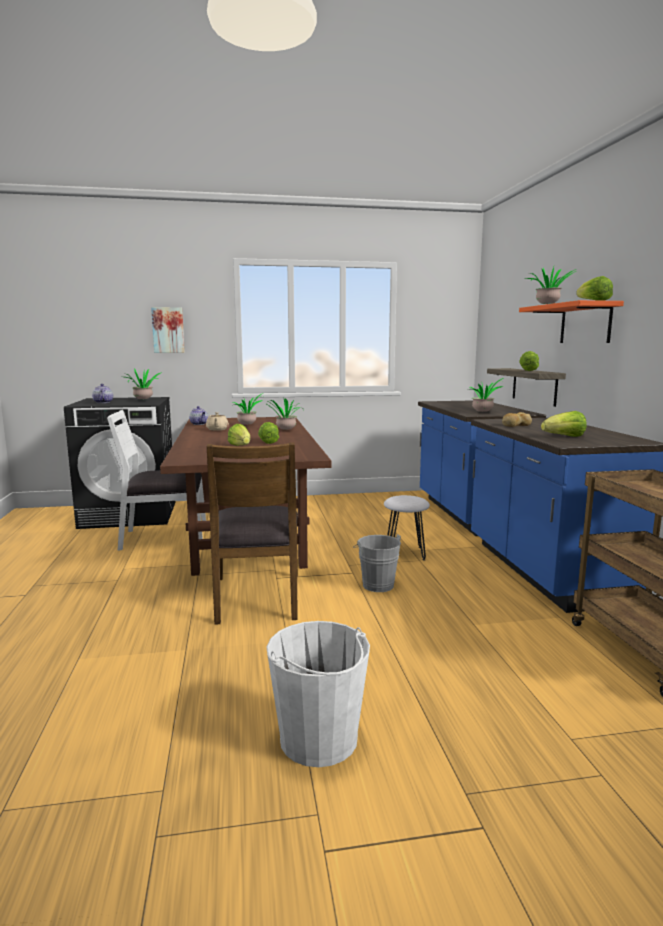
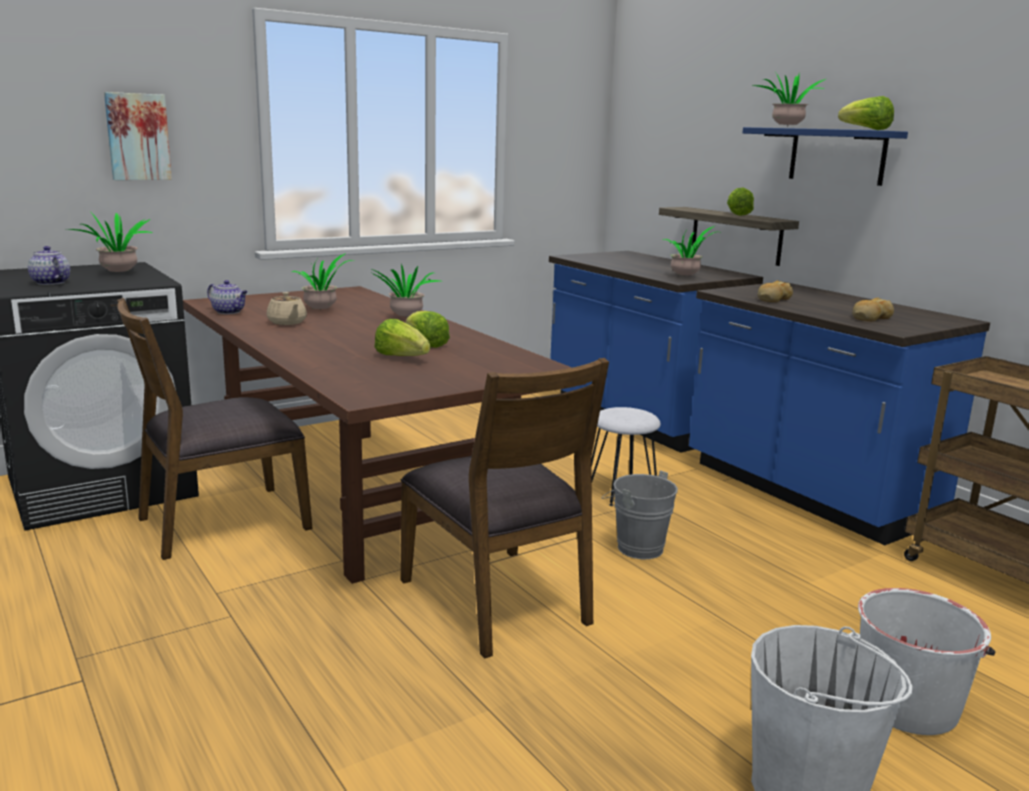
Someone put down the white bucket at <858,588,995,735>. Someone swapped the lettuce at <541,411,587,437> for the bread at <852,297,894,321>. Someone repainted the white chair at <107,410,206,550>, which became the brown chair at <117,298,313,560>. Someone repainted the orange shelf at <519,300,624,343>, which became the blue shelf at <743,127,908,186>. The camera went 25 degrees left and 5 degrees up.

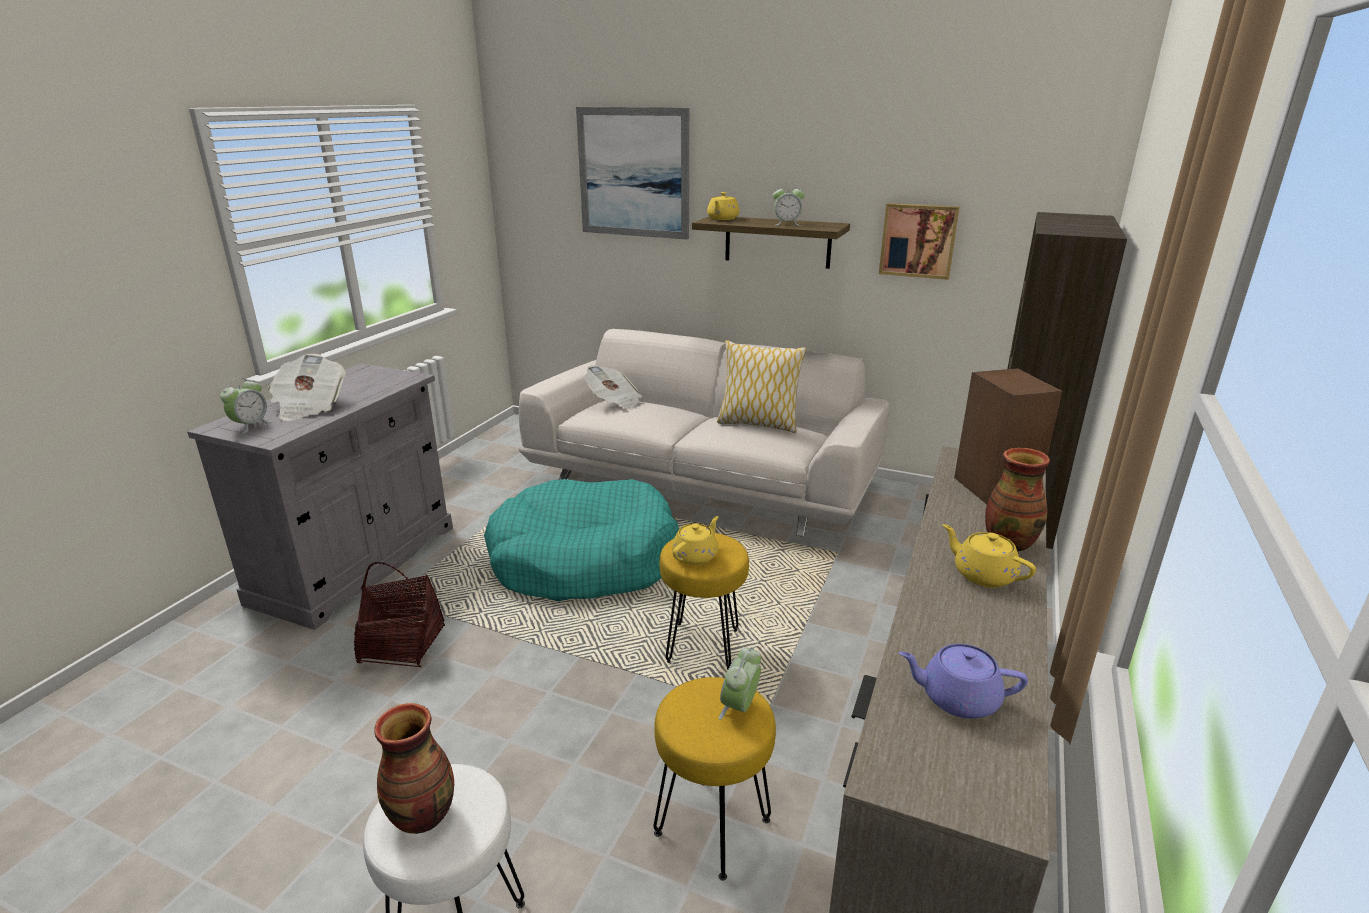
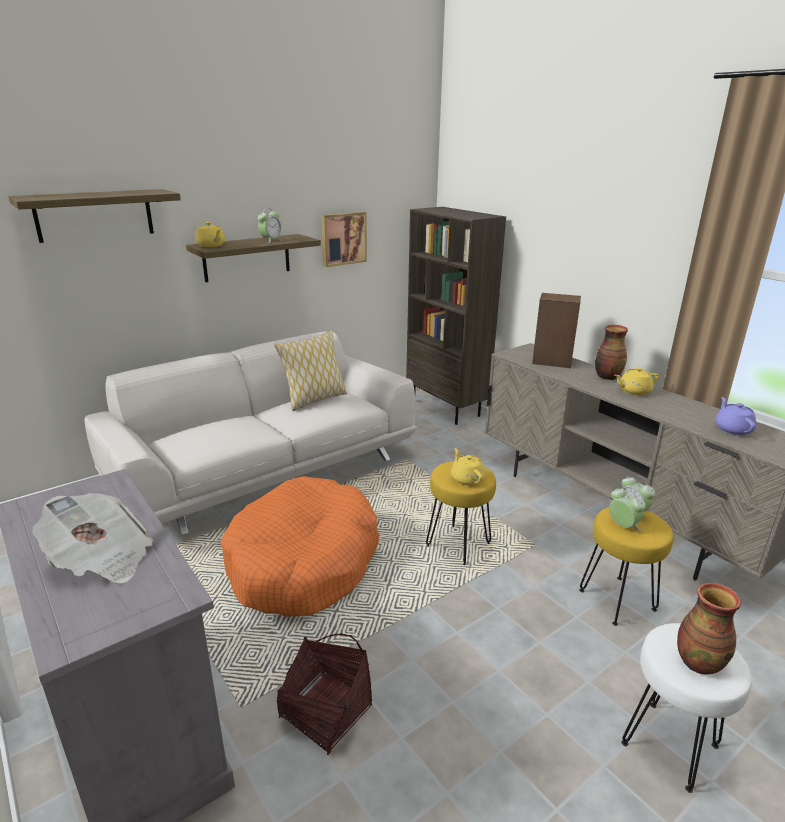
Someone took away the newspaper at <584,365,642,410>. Someone carried the alarm clock from <220,377,272,434> to <609,488,646,531>. Someone swapped the picture at <576,107,689,240> for the shelf at <8,189,181,243>. Someone repainted the turquoise dog bed at <484,479,679,601>, which became the orange dog bed at <221,476,379,617>. Someone rotated the purple teapot at <899,644,1028,718> by 135 degrees clockwise. The camera went 60 degrees left and 0 degrees up.

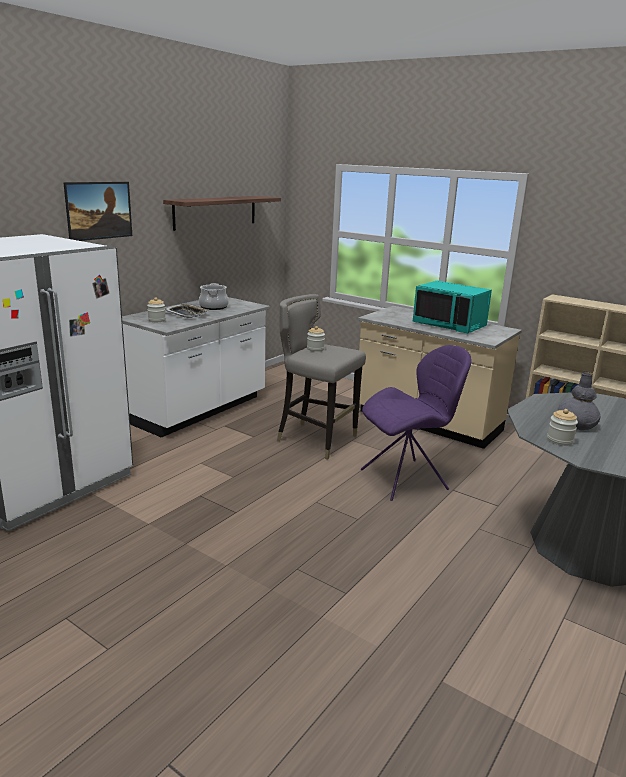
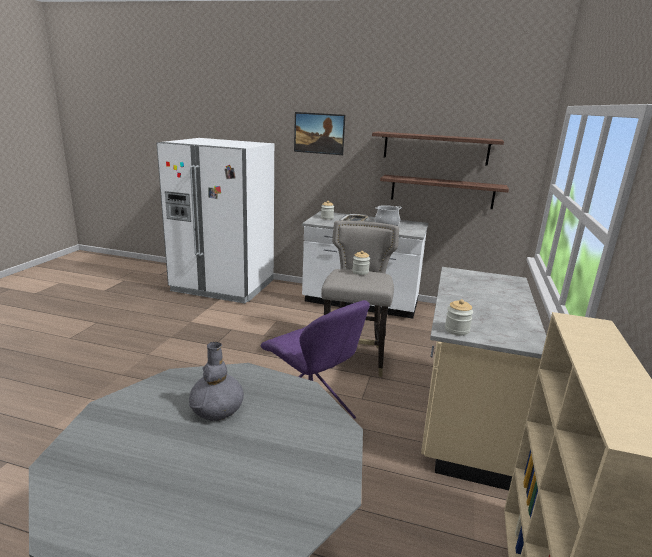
Someone took away the turquoise microwave at <413,281,492,333>. Someone put up the shelf at <380,175,509,209>. Someone carried the jar from <547,409,578,446> to <445,299,473,336>. The camera went 70 degrees right and 0 degrees up.

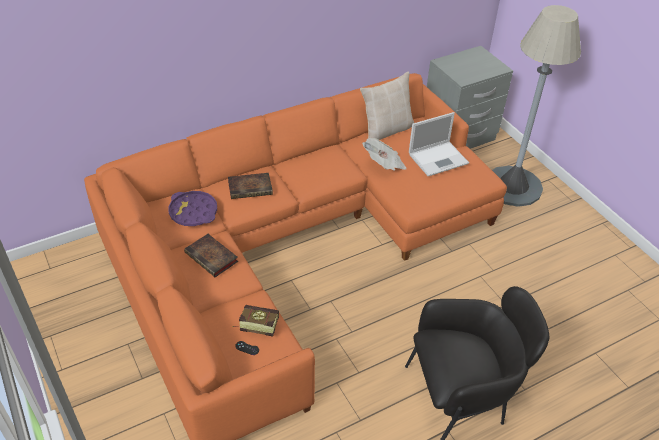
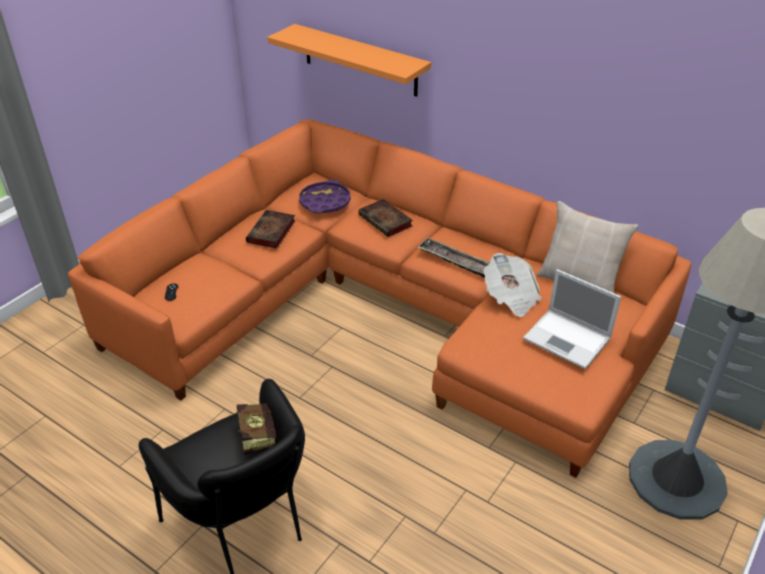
Someone put up the orange shelf at <267,24,431,97>. Someone put down the tray at <417,238,490,278>. Someone carried the book from <233,305,279,337> to <236,403,277,455>. The camera went 65 degrees right and 5 degrees down.

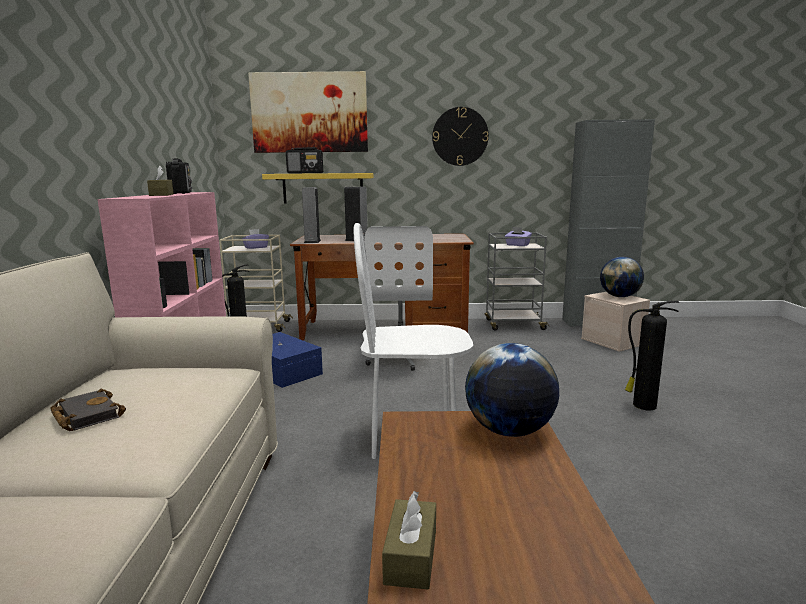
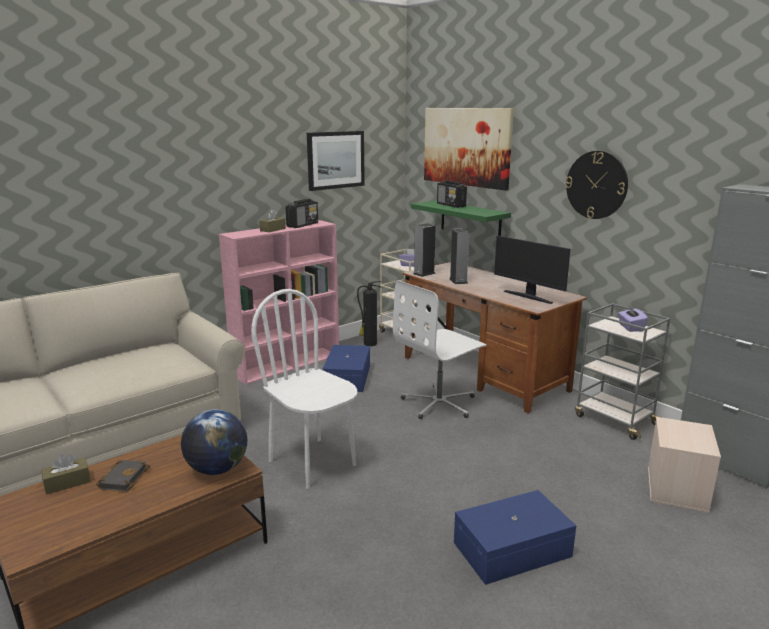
Someone took away the globe at <600,257,644,297>. Someone put up the picture at <307,131,365,191>. Someone put down the monitor at <494,236,570,304>. Someone carried the black book from <50,389,126,431> to <96,460,150,491>. Someone swapped the fire extinguisher at <625,301,679,411> for the blue storage box at <454,490,576,585>. Someone repainted the yellow shelf at <262,173,374,204>, which became the green shelf at <411,200,511,236>. The camera went 50 degrees right and 5 degrees up.

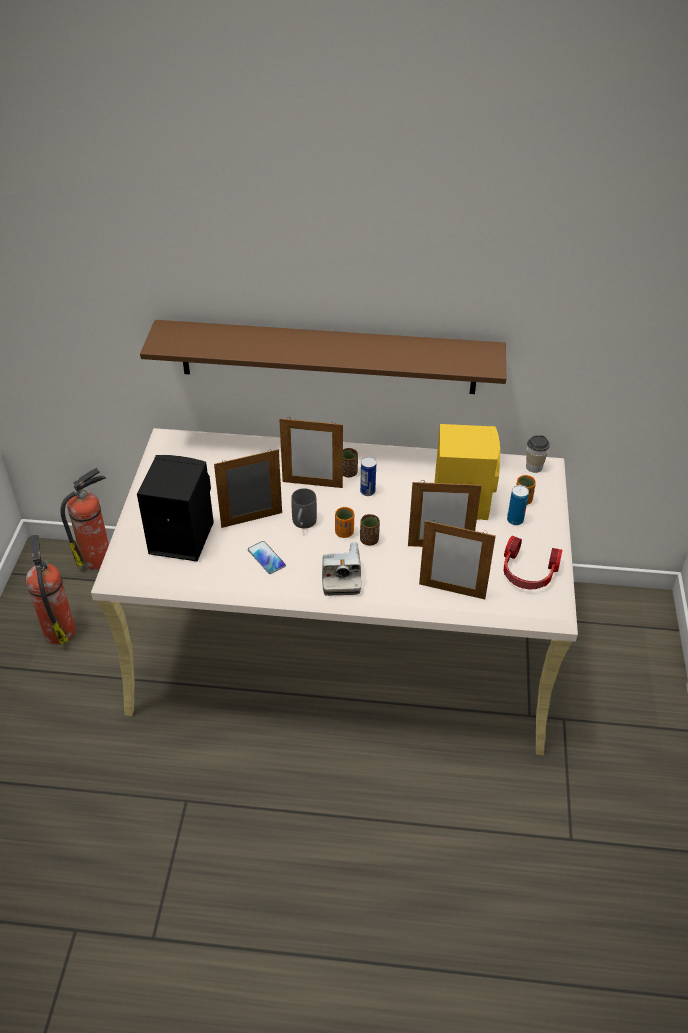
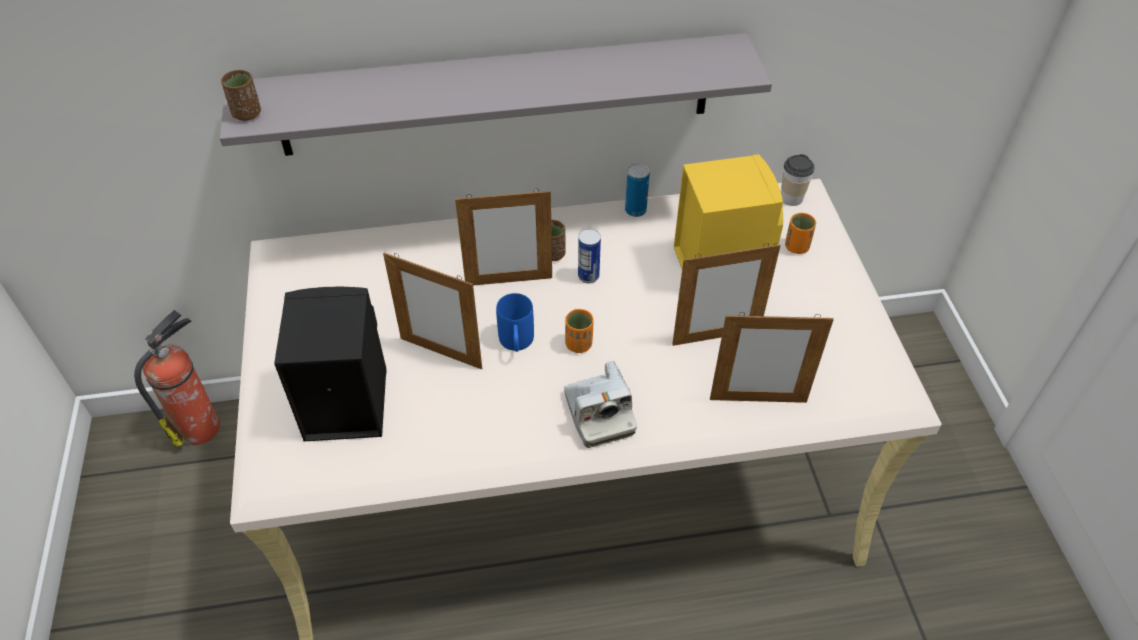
Someone took away the fire extinguisher at <26,534,76,644>. Someone took away the phone at <248,541,286,574>. Someone took away the headphones at <504,536,562,589>. Someone carried the brown cup from <360,514,380,545> to <221,70,261,121>. Someone carried the can from <507,485,529,525> to <625,163,650,217>. Someone repainted the brown shelf at <140,320,506,394>, which became the grey shelf at <220,33,772,156>. Someone repainted the grey mug at <291,488,317,529>, which became the blue mug at <496,293,534,352>. Someone rotated the picture frame at <214,449,282,528> by 120 degrees counterclockwise. The camera went 15 degrees left and 5 degrees up.

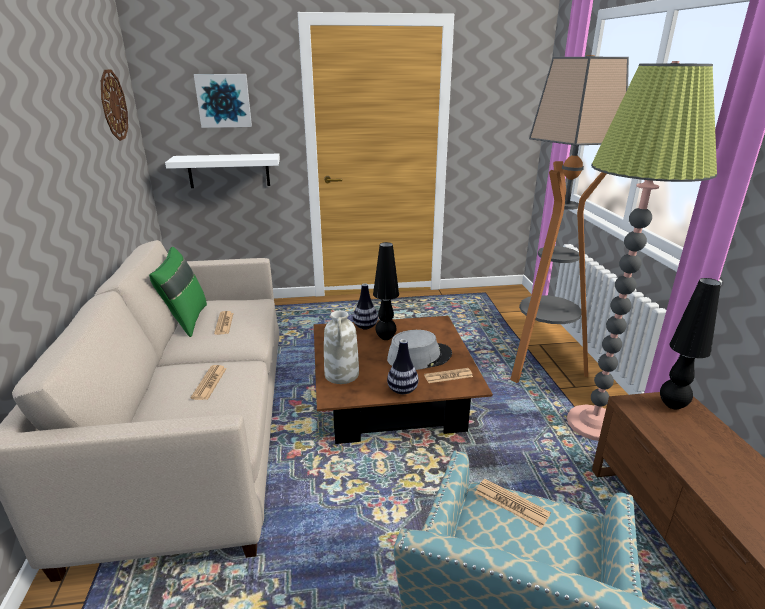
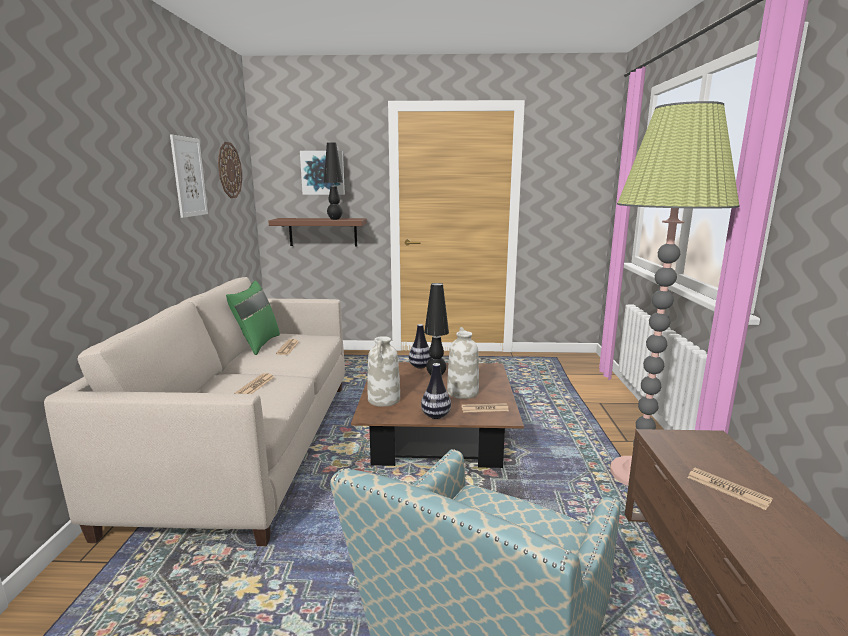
Someone took away the floor lamp at <510,55,629,383>. Someone put up the picture at <170,135,208,218>. Someone carried the newspaper from <475,479,551,529> to <687,468,773,510>. Someone carried the black table lamp from <660,278,721,410> to <324,142,343,220>. Someone swapped the grey hat at <387,330,452,370> for the white vase at <447,327,479,399>. Someone repainted the white shelf at <165,154,280,188>, which became the brown shelf at <268,218,367,246>. The camera went 10 degrees right and 10 degrees down.

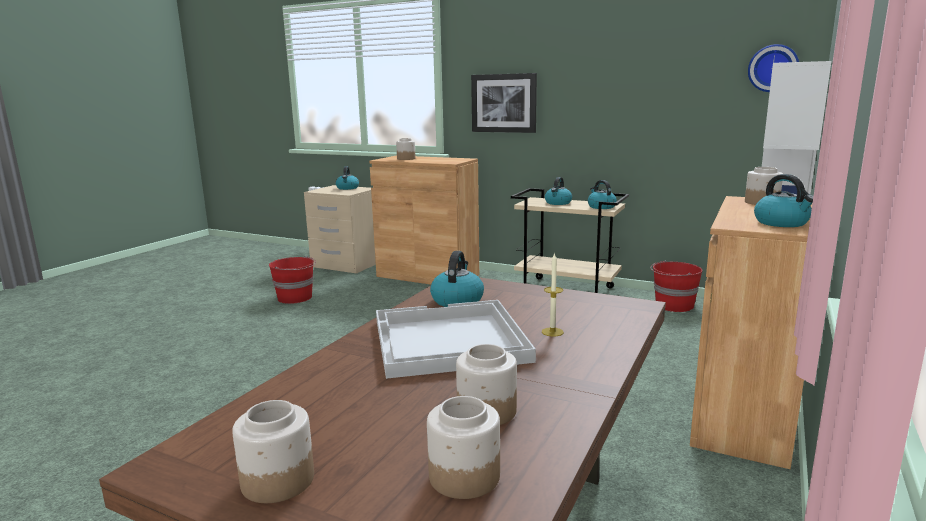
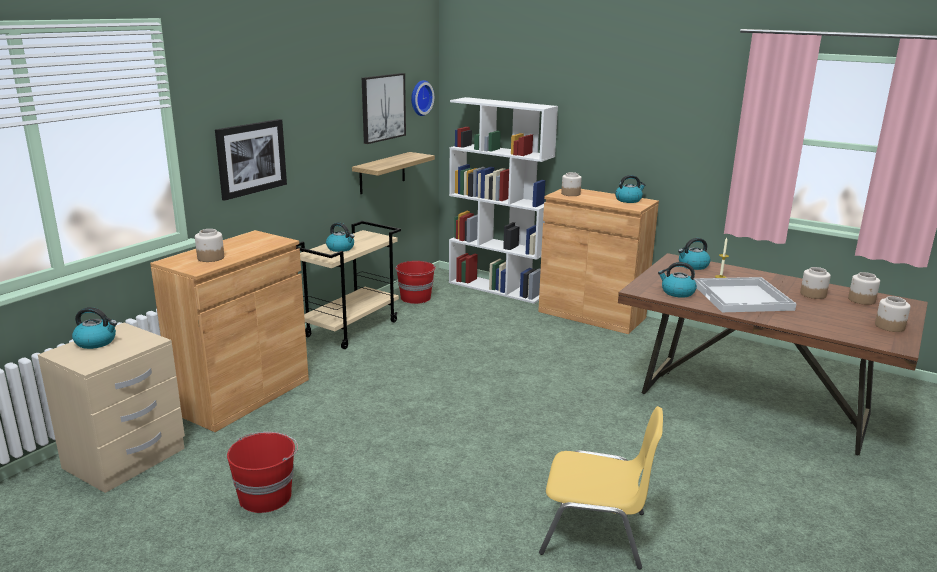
Someone put up the shelf at <352,152,435,194>. Someone put up the picture at <362,73,406,144>. Someone put down the yellow chair at <539,406,663,569>. Someone carried the kettle from <588,180,617,209> to <678,238,710,270>. The camera went 85 degrees left and 5 degrees up.

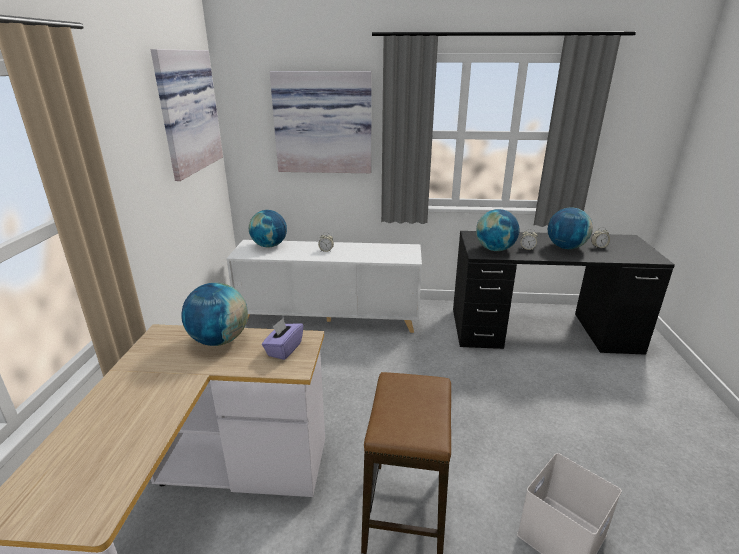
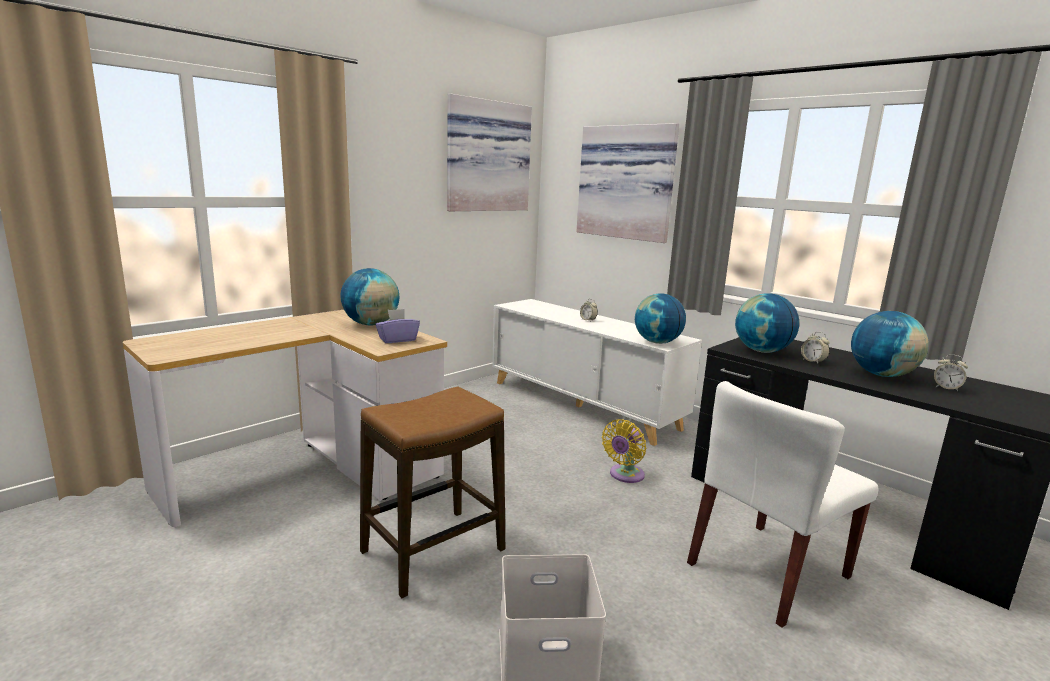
Someone put down the yellow fan at <602,419,646,483>. Someone put down the white chair at <687,381,879,628>. Someone carried the globe from <249,210,287,247> to <635,293,686,344>. The camera went 40 degrees right and 10 degrees down.

